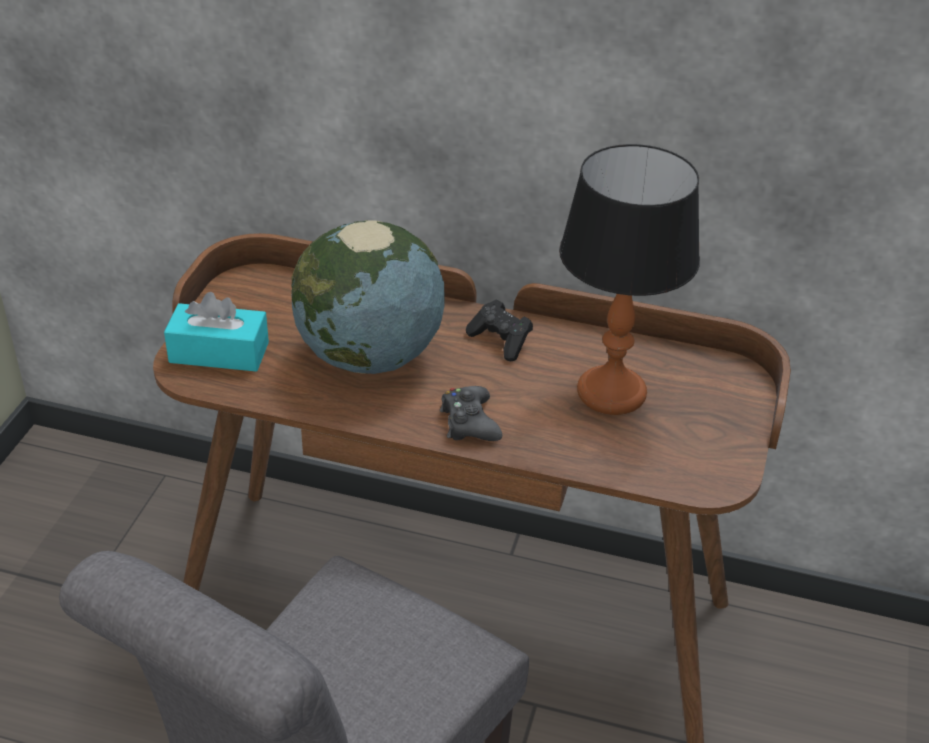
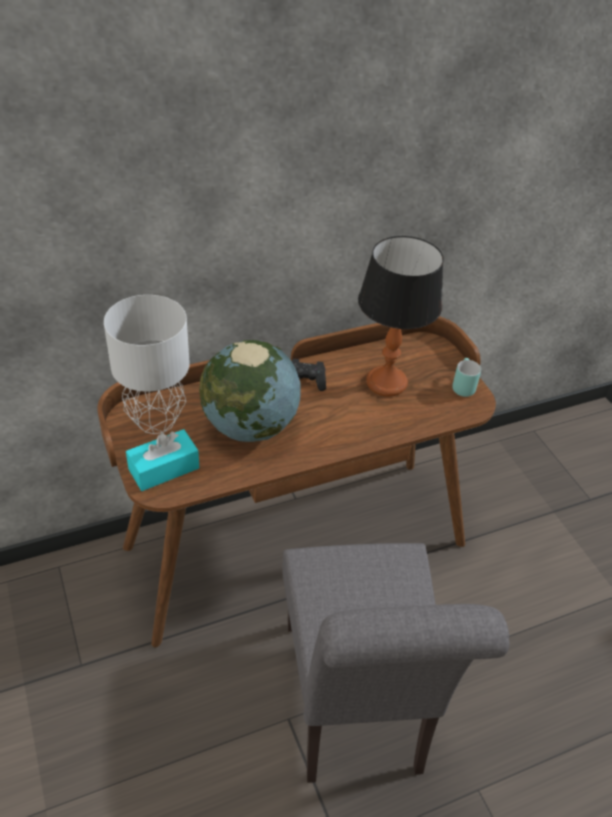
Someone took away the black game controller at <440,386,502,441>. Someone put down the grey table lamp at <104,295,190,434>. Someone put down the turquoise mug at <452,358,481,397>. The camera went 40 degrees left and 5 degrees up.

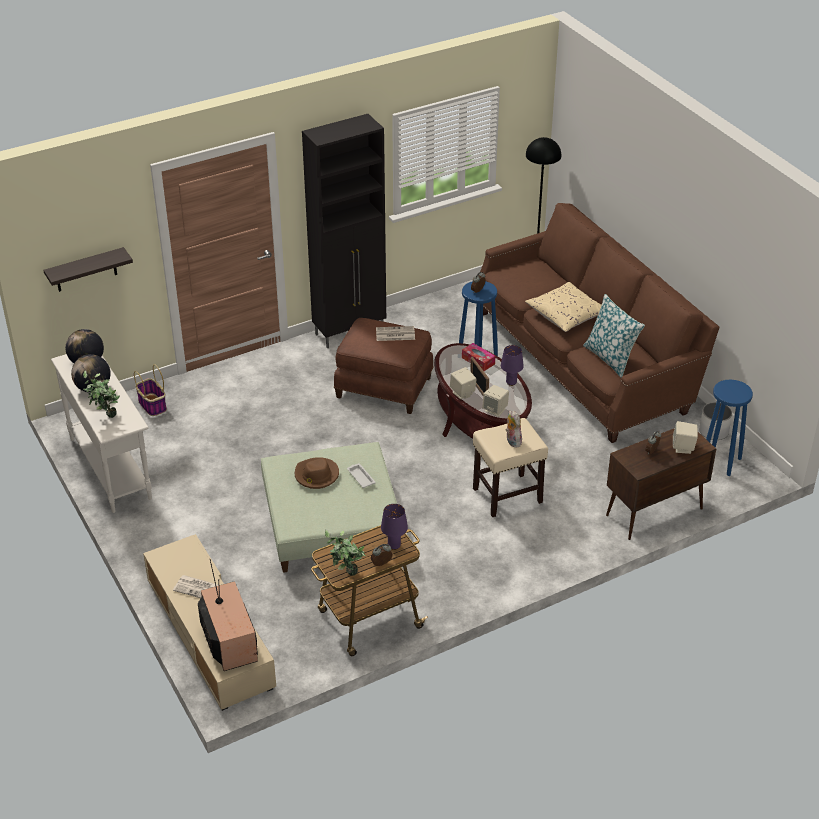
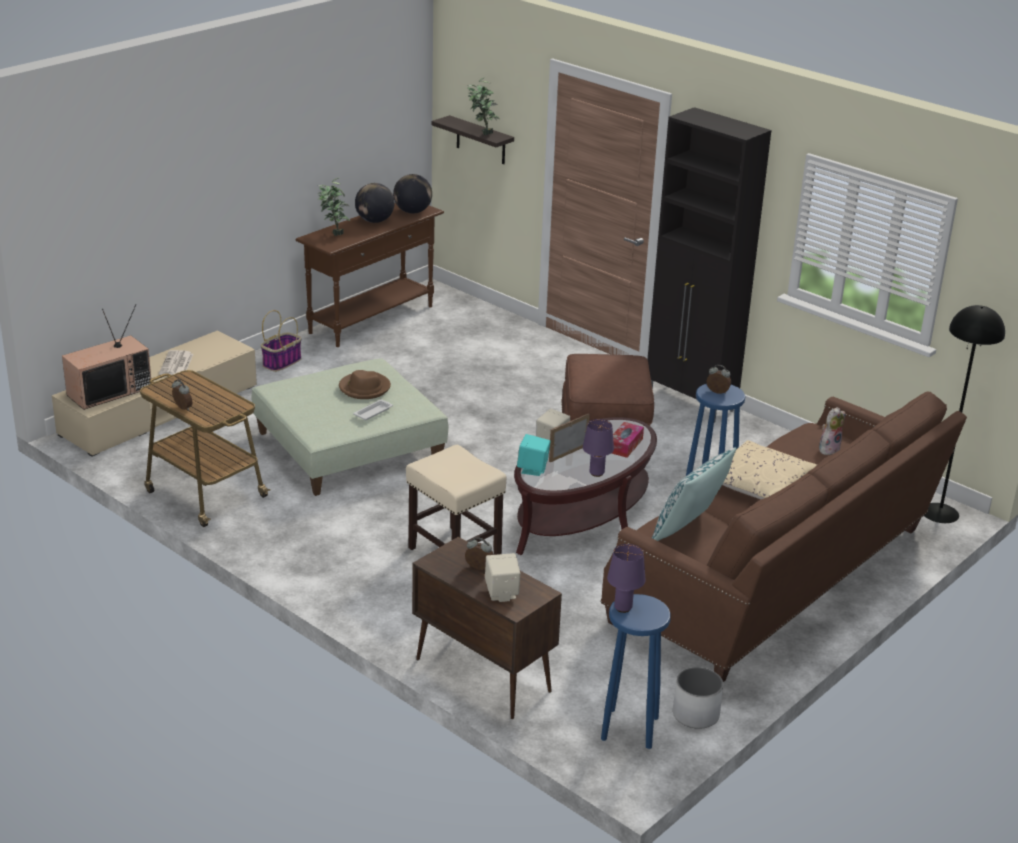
Someone took away the newspaper at <376,326,415,341>. Someone carried the basket from <134,364,167,416> to <261,310,302,372>. Someone carried the potted plant from <325,529,366,576> to <467,77,500,135>. Someone carried the purple table lamp from <381,504,408,550> to <607,544,645,613>. Someone carried the plush toy from <505,411,522,447> to <819,407,845,455>. Someone repainted the white console table at <51,354,152,513>, which became the brown console table at <295,203,444,347>. Someone repainted the beige speaker at <482,385,509,417>, which became the turquoise speaker at <517,434,551,476>. The camera went 70 degrees right and 10 degrees down.

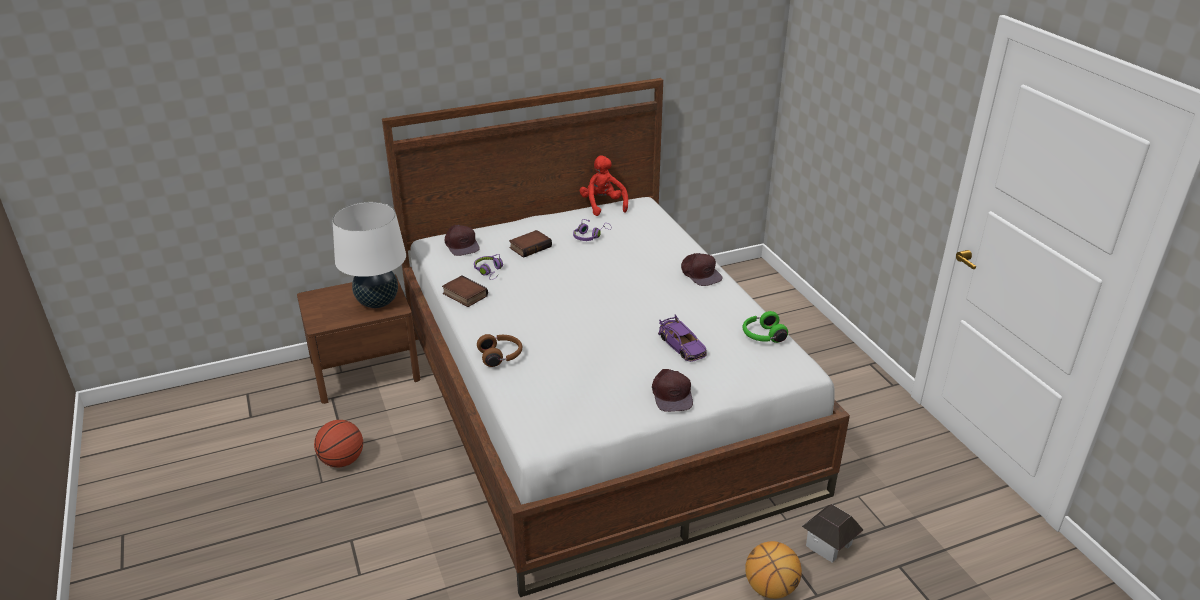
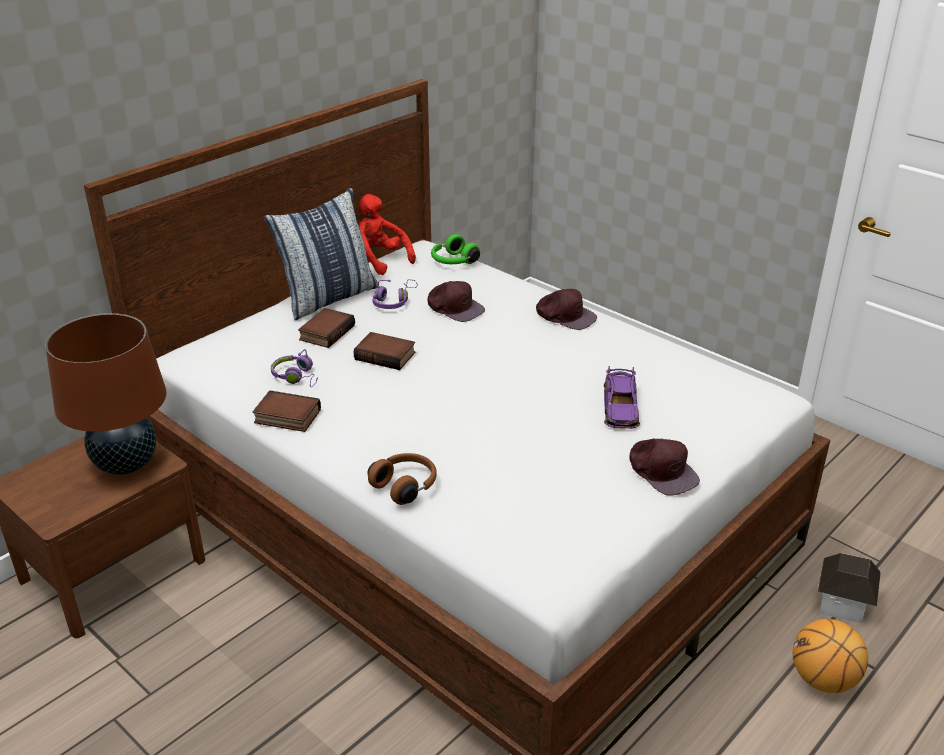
Someone took away the basketball at <314,420,363,468>. Someone put down the pillow at <264,188,378,320>. Someone put down the book at <354,332,416,370>. Someone carried the brown cap from <445,225,480,256> to <427,281,485,322>. Someone carried the green headphones from <743,311,788,343> to <431,234,480,264>. Someone repainted the white table lamp at <332,202,406,308>, which became the brown table lamp at <45,313,167,474>. Someone rotated the purple toy car at <658,315,707,362> by 60 degrees clockwise. The camera went 25 degrees left and 0 degrees up.

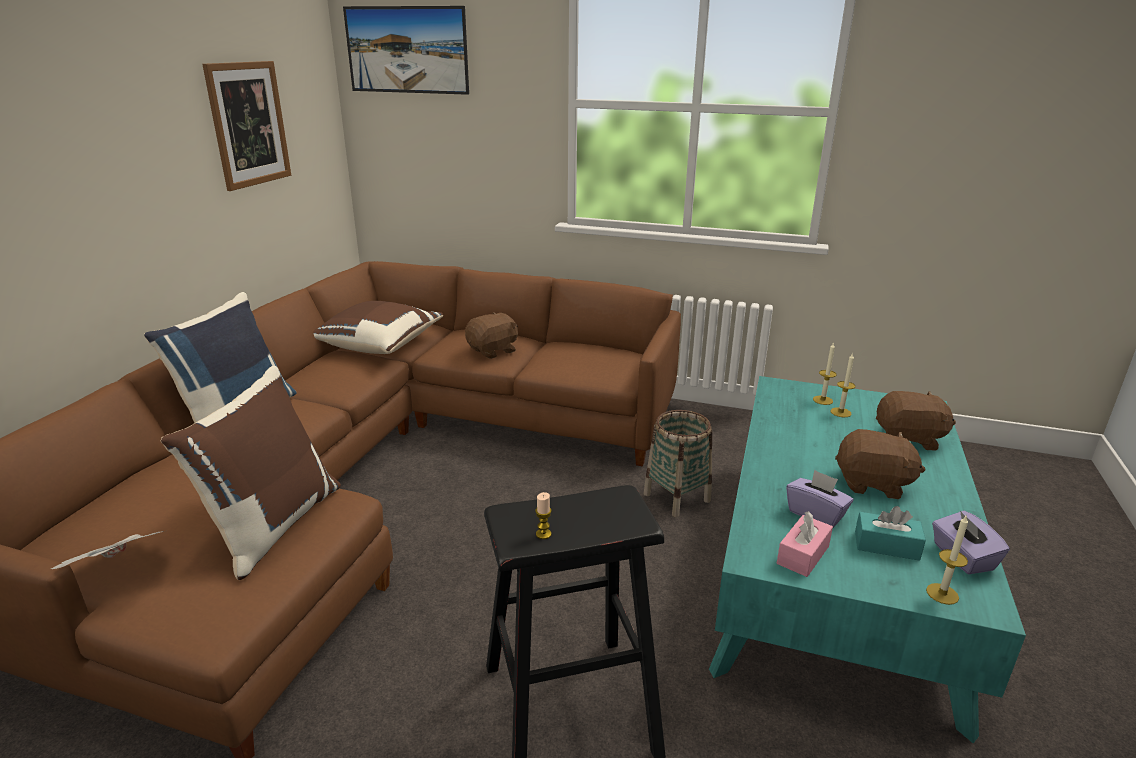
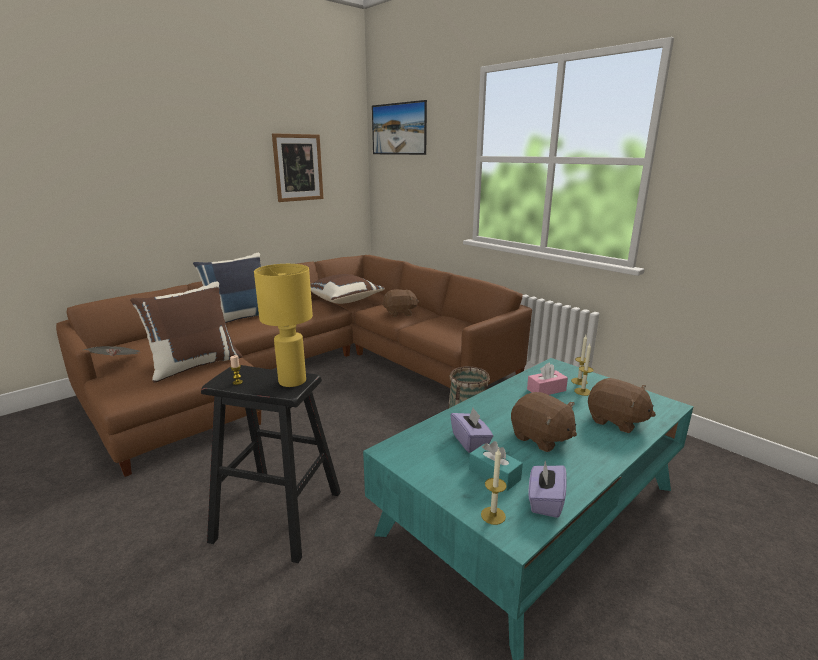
Someone put down the yellow table lamp at <254,264,313,387>. Someone carried the pink tissue box from <777,511,833,577> to <527,363,568,395>. The camera went 30 degrees right and 5 degrees down.

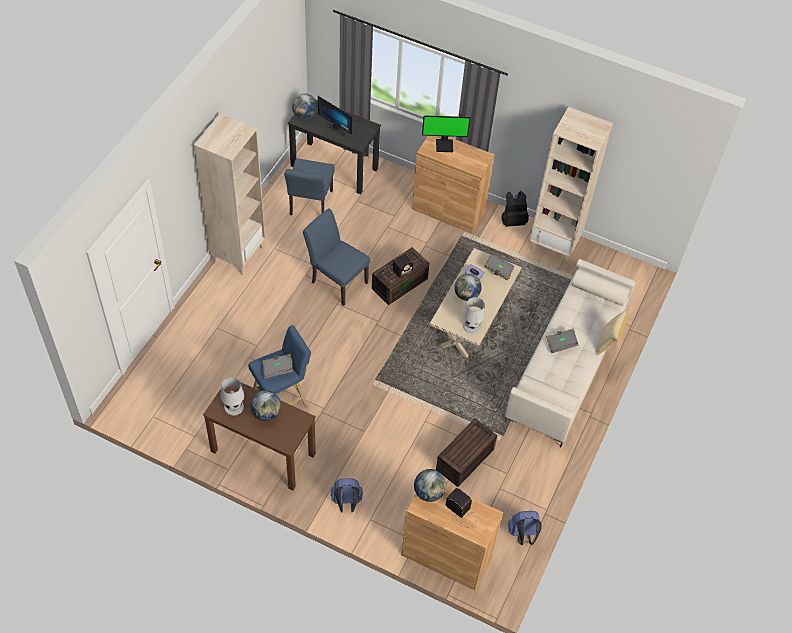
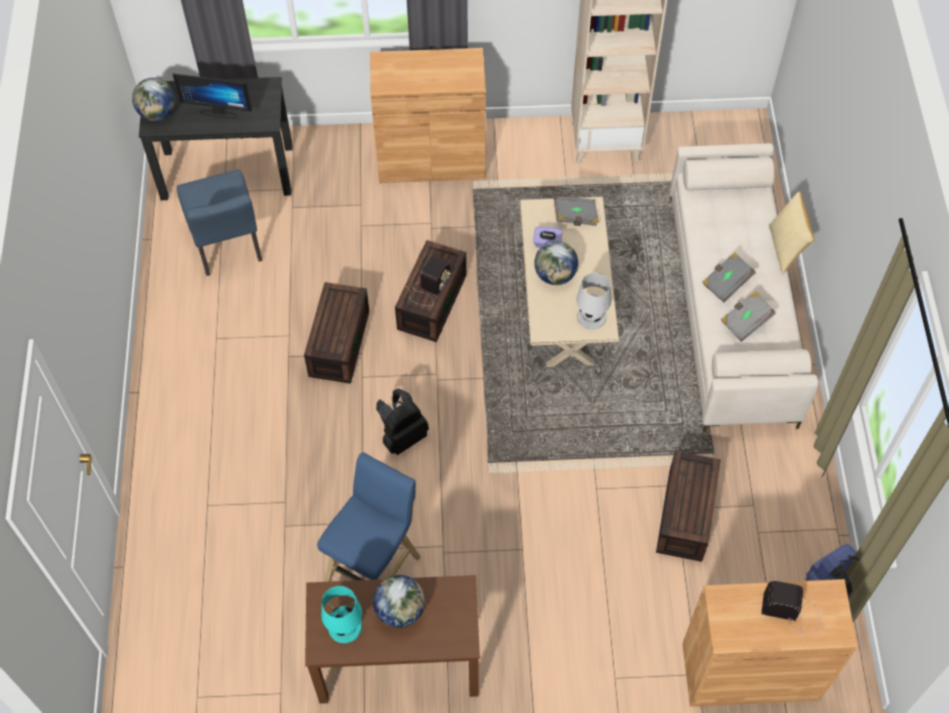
Someone took away the beige bookcase at <194,114,265,276>. Someone took away the blue backpack at <331,478,363,513>. Someone took away the globe at <414,469,446,502>. Someone took away the monitor at <422,116,471,152>. Someone carried the grey book from <262,354,293,379> to <721,291,776,342>. Someone carried the black backpack from <501,191,529,227> to <376,389,429,455>. Someone swapped the blue chair at <303,208,370,306> for the brown storage box at <304,282,370,384>. Someone repainted the white table lamp at <221,377,244,415>, which became the turquoise table lamp at <321,586,362,643>. The camera went 25 degrees left and 5 degrees up.

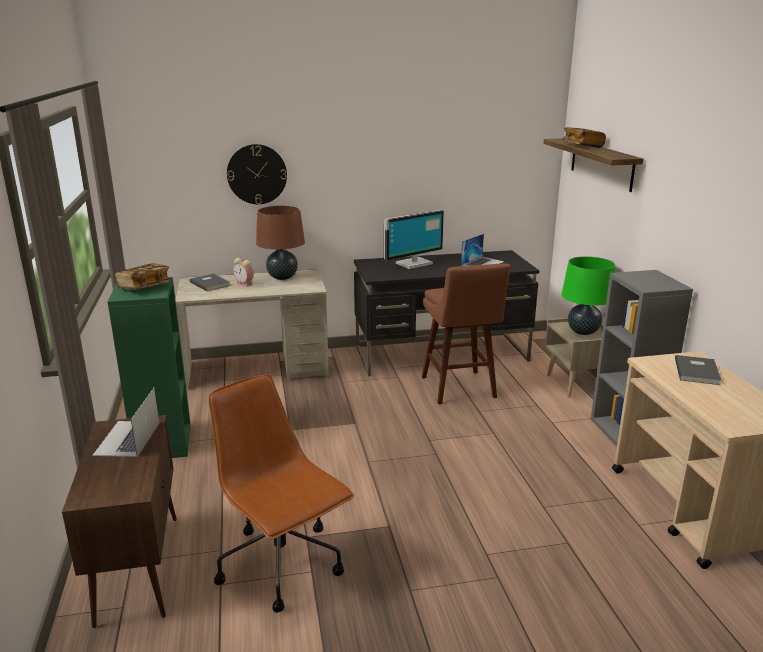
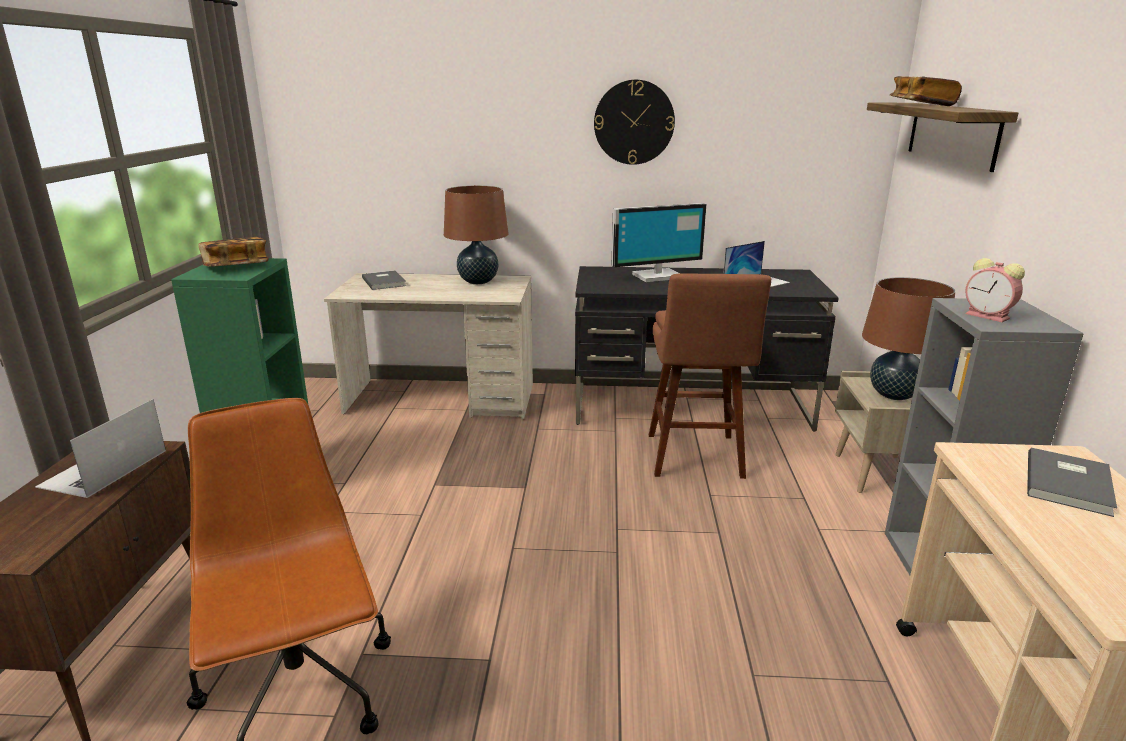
Someone carried the wall clock from <227,144,287,204> to <594,80,675,165>. Someone carried the alarm clock from <233,258,254,286> to <965,258,1025,322>. Someone repainted the green table lamp at <561,256,615,335>, which became the brown table lamp at <862,277,955,400>. The camera went 15 degrees right and 0 degrees up.

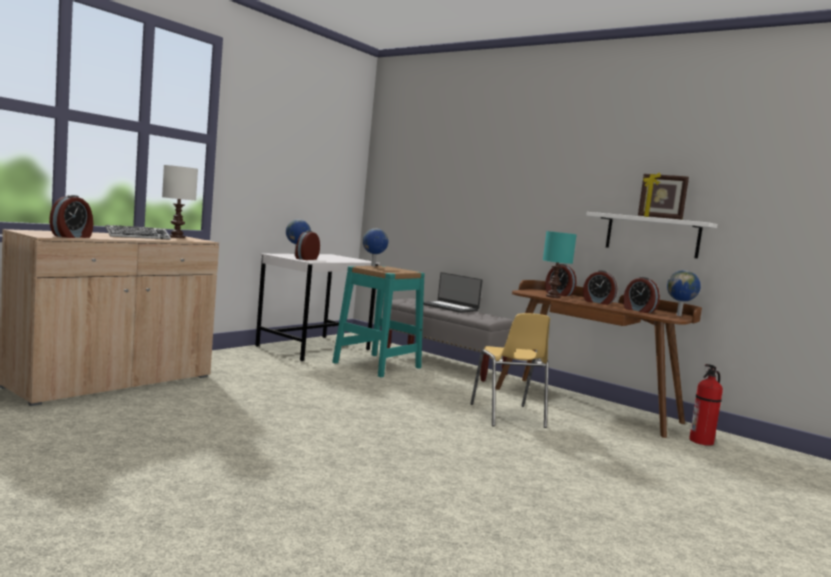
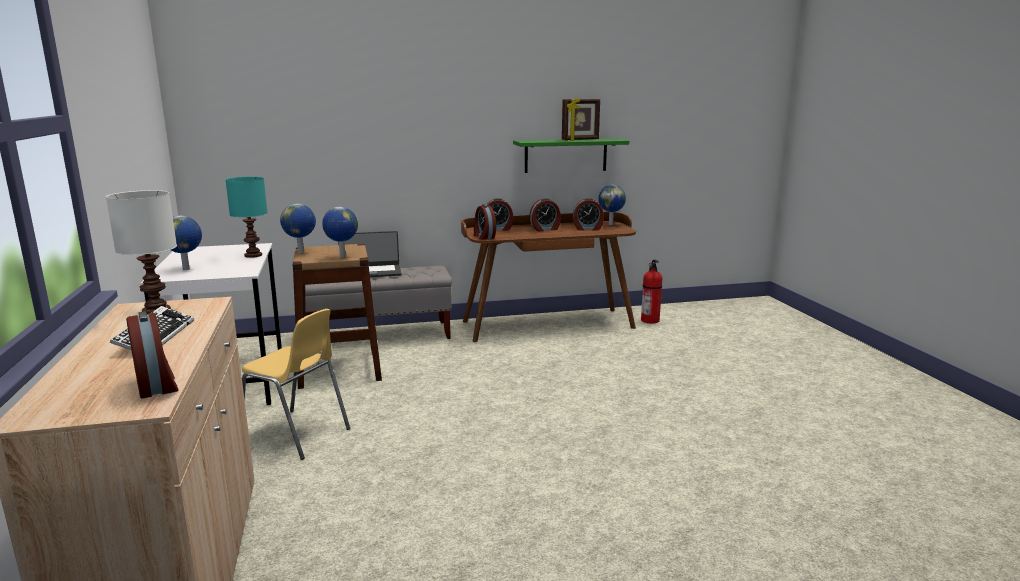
Someone put down the globe at <322,207,358,258>. Someone carried the alarm clock from <295,231,320,260> to <474,204,496,240>. Someone carried the yellow chair from <470,313,550,428> to <242,309,350,460>. Someone carried the turquoise table lamp from <543,231,577,298> to <226,177,267,258>. Someone repainted the turquoise stool at <332,266,425,377>, which became the brown stool at <293,244,382,389>. Someone repainted the white shelf at <586,212,718,259>, which became the green shelf at <513,138,629,173>. The camera went 50 degrees left and 10 degrees up.

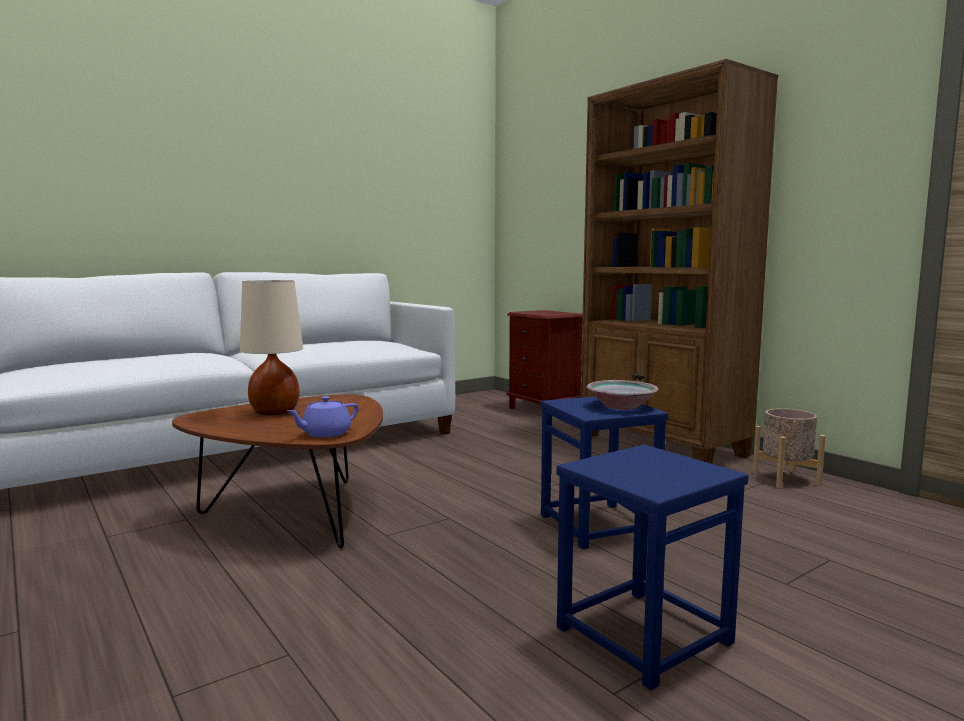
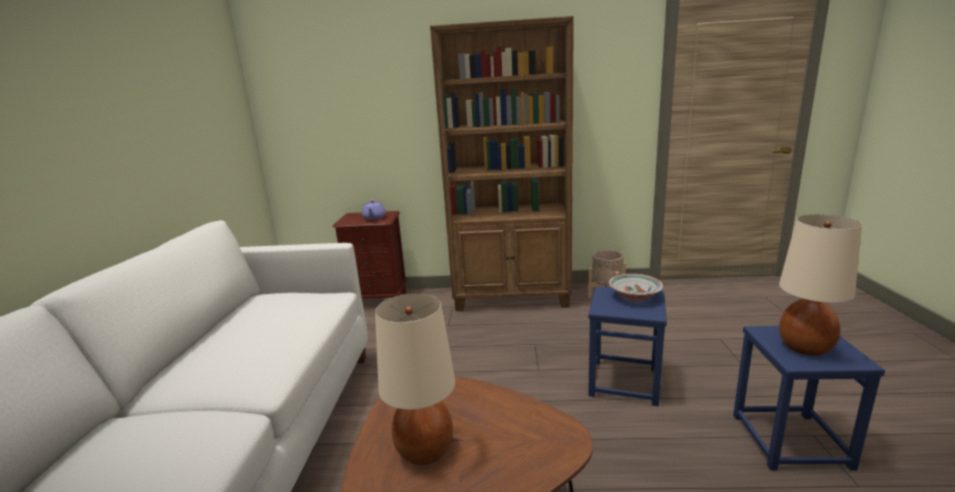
Someone put down the beige table lamp at <779,215,862,356>. Someone carried the purple teapot from <287,396,358,438> to <362,200,386,220>. The camera went 50 degrees left and 10 degrees up.

